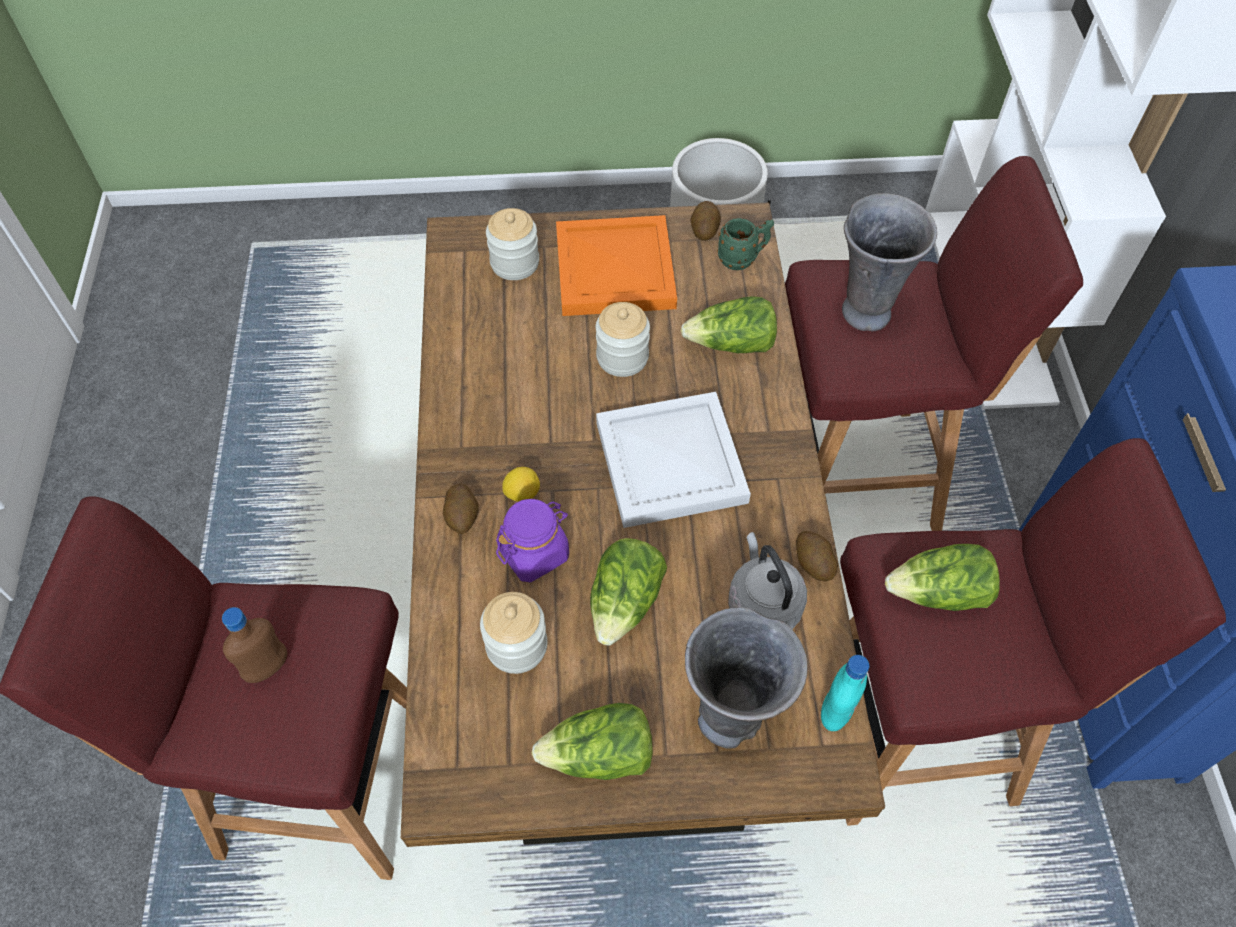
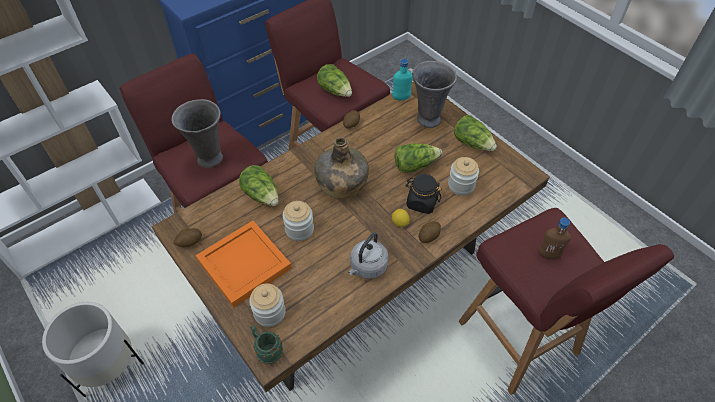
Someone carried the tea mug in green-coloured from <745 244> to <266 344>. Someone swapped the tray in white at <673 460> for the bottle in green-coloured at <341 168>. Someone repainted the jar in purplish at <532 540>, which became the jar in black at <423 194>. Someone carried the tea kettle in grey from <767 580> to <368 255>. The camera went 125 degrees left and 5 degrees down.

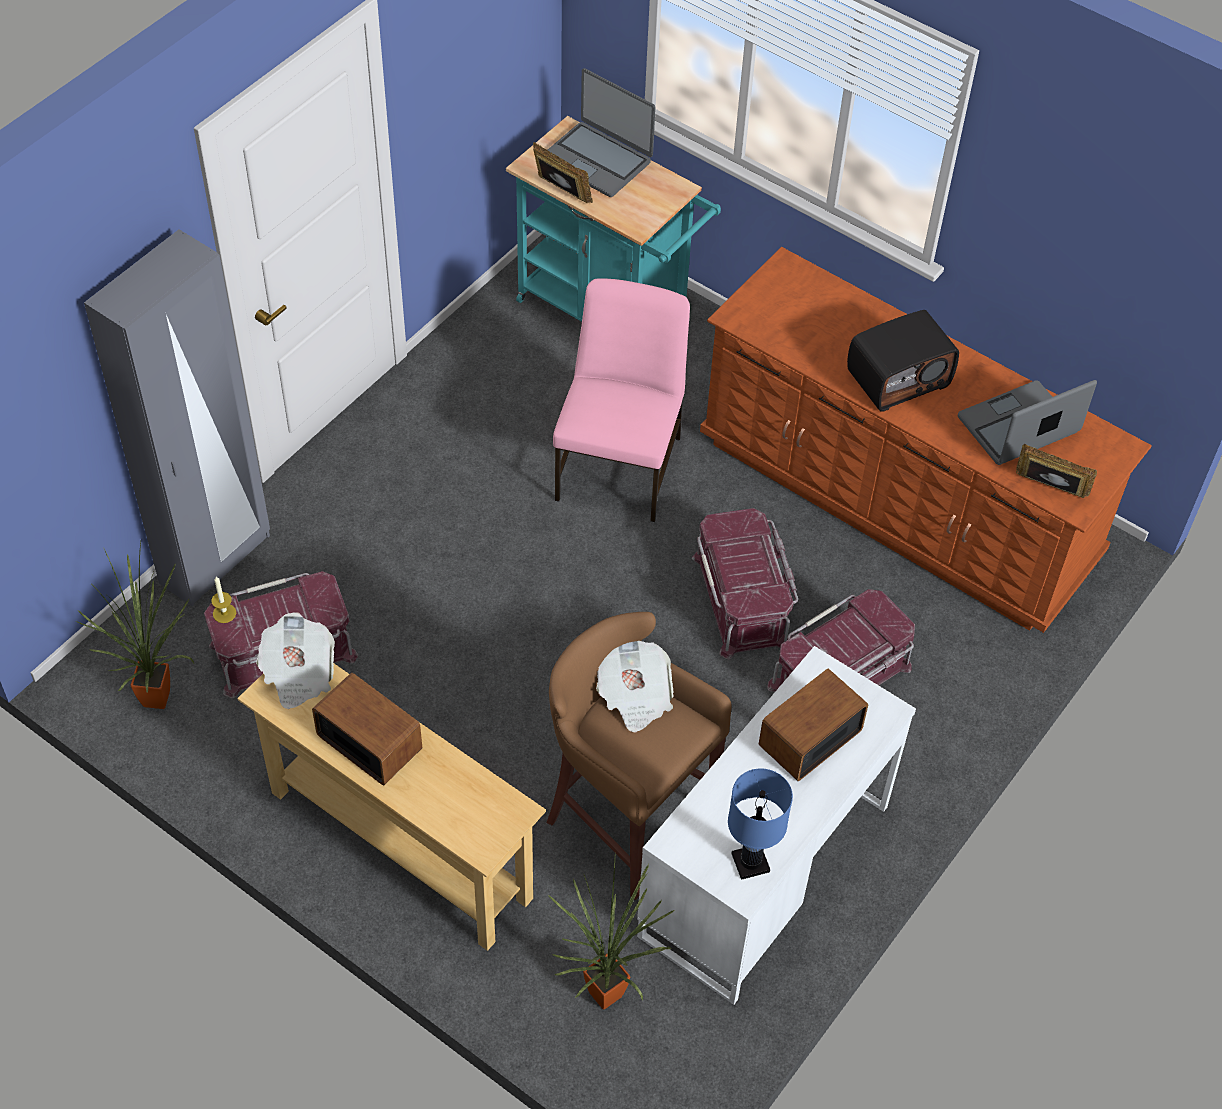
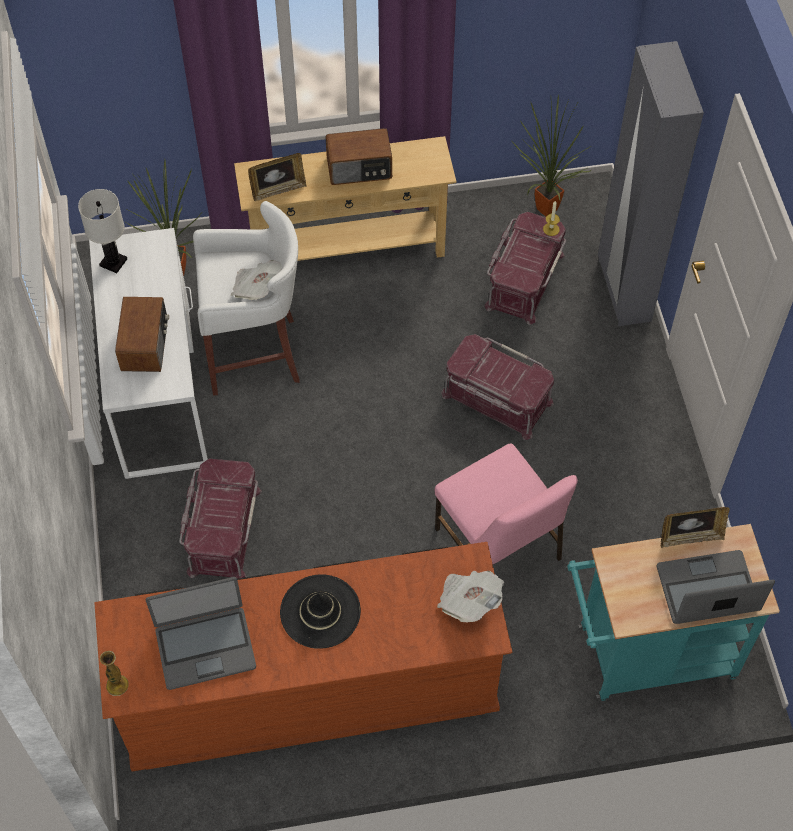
Someone swapped the radio at <903 361> for the wearable hat in black at <320 611>. Someone rotated the portable computer at <1027 422> by 60 degrees clockwise. Someone carried the standing frame from <1056 471> to <277 177>. Someone carried the storage bin in red-coloured from <745 583> to <497 387>. Someone carried the daily paper from <295 660> to <470 596>. Someone repainted the stool in brownish at <639 756>, which became the stool in white at <246 298>. Someone repainted the table lamp in blue-coloured at <760 824>, which became the table lamp in white at <102 231>. Someone put down the flower vase at <114 673>. The camera went 135 degrees right and 5 degrees up.

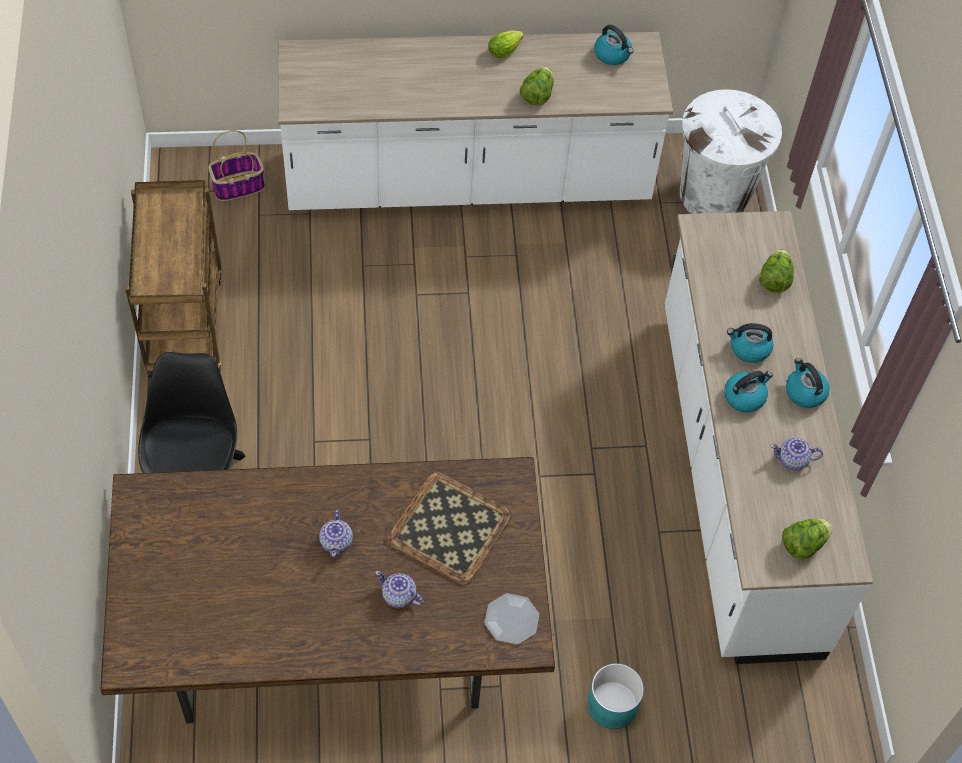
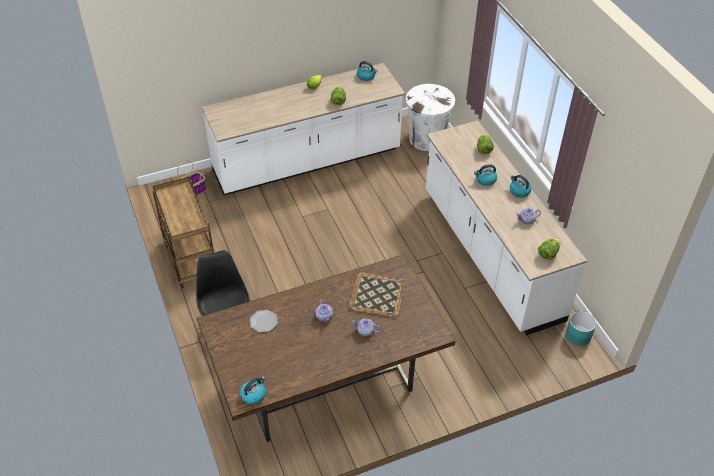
Someone carried the tea kettle from <748 391> to <253 390>. Someone carried the flat dish from <511 618> to <264 321>. Someone carried the plant pot in blue-green from <616 696> to <581 328>. The camera went 15 degrees left and 10 degrees down.

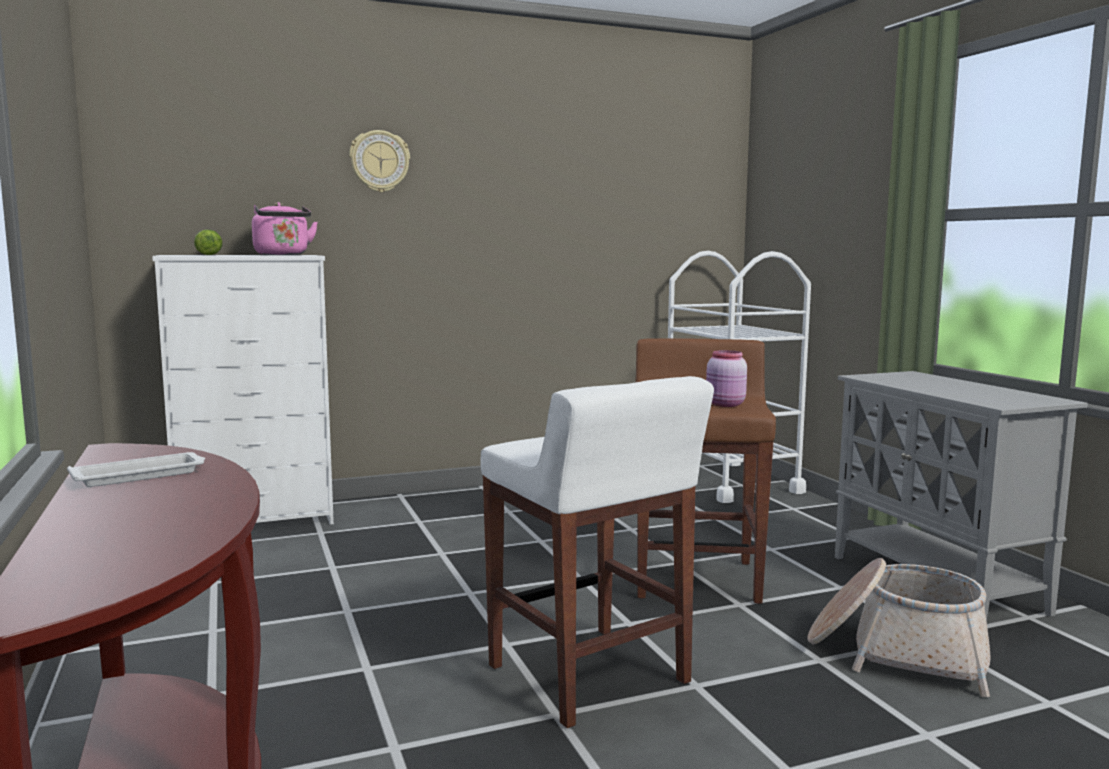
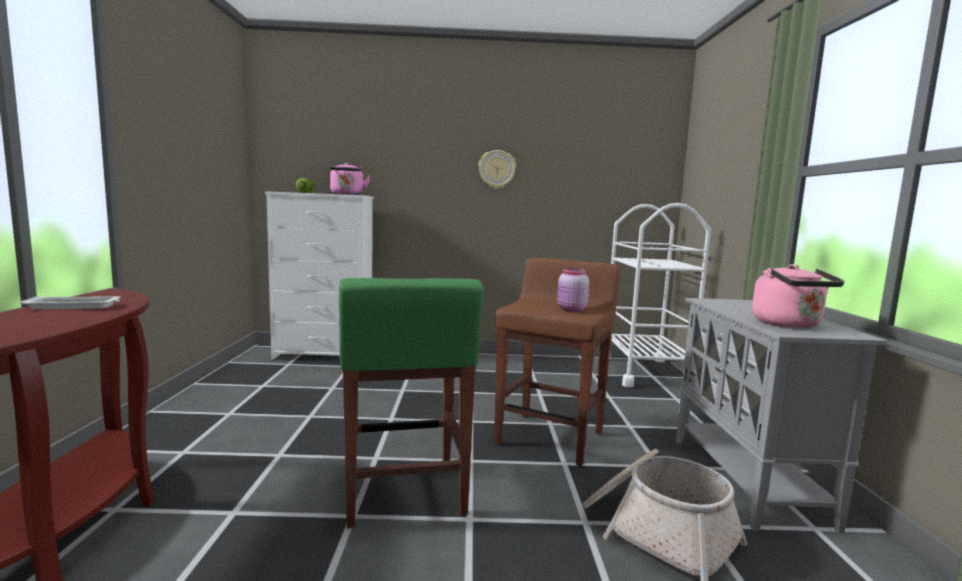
Someone carried the hanging clock from <379 161> to <497 169>. Someone repainted the stool in white at <597 552>, which became the stool in green-coloured at <411 403>. Someone put down the tea kettle in pinkish at <798 296>. The camera went 20 degrees right and 0 degrees up.

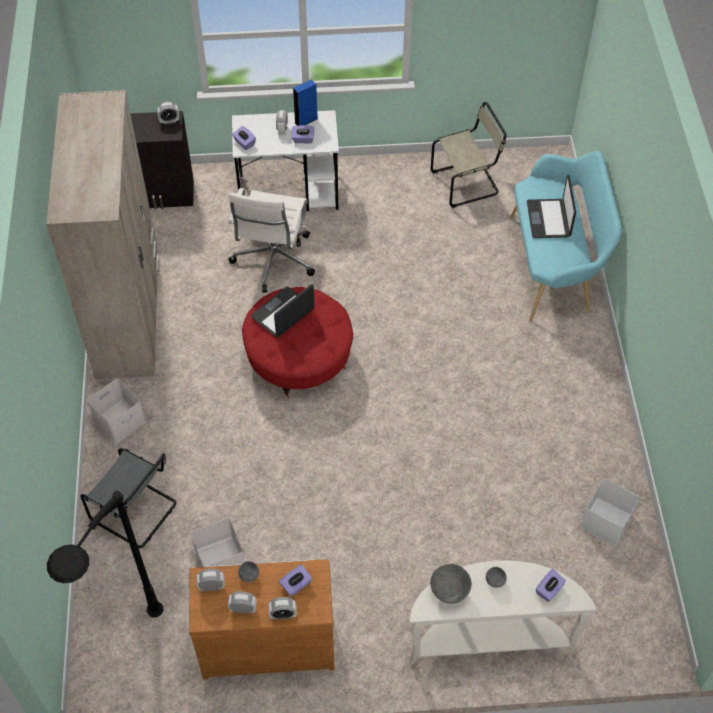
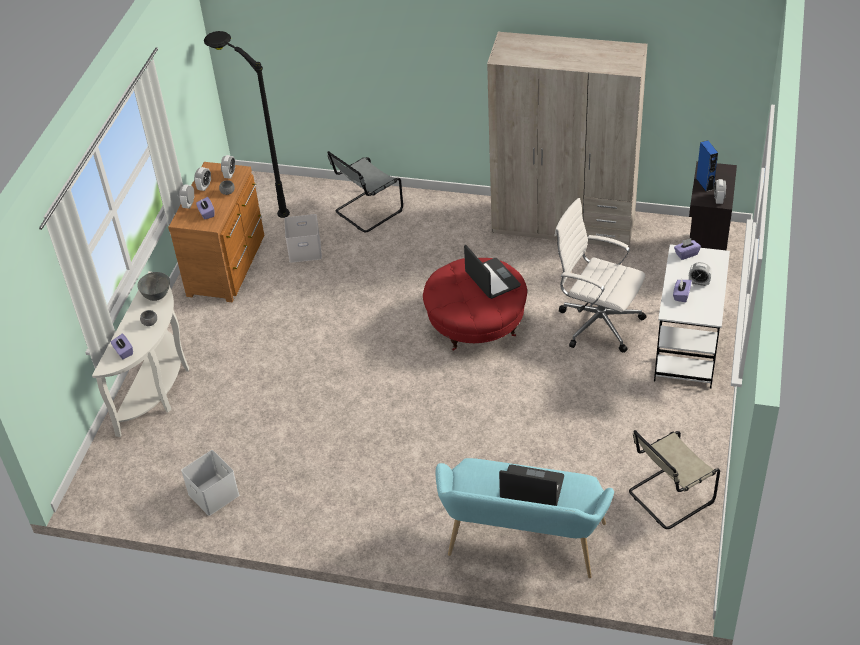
Someone carried the speaker in blue-coloured from <305 102> to <707 166>. Someone rotated the upright chair in beige-coloured at <468 155> by 60 degrees clockwise. Someone took away the storage bin in white at <116 411>. The camera went 110 degrees right and 10 degrees down.

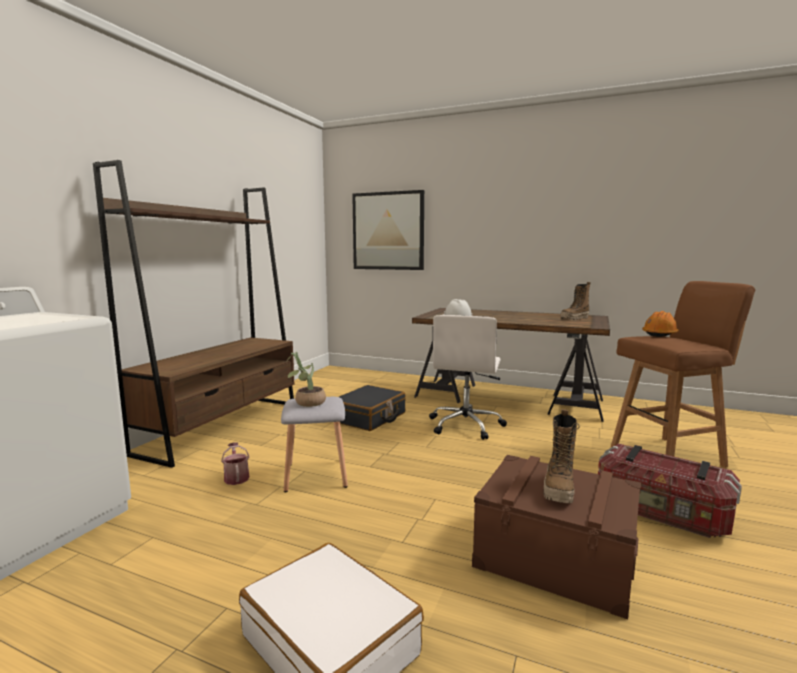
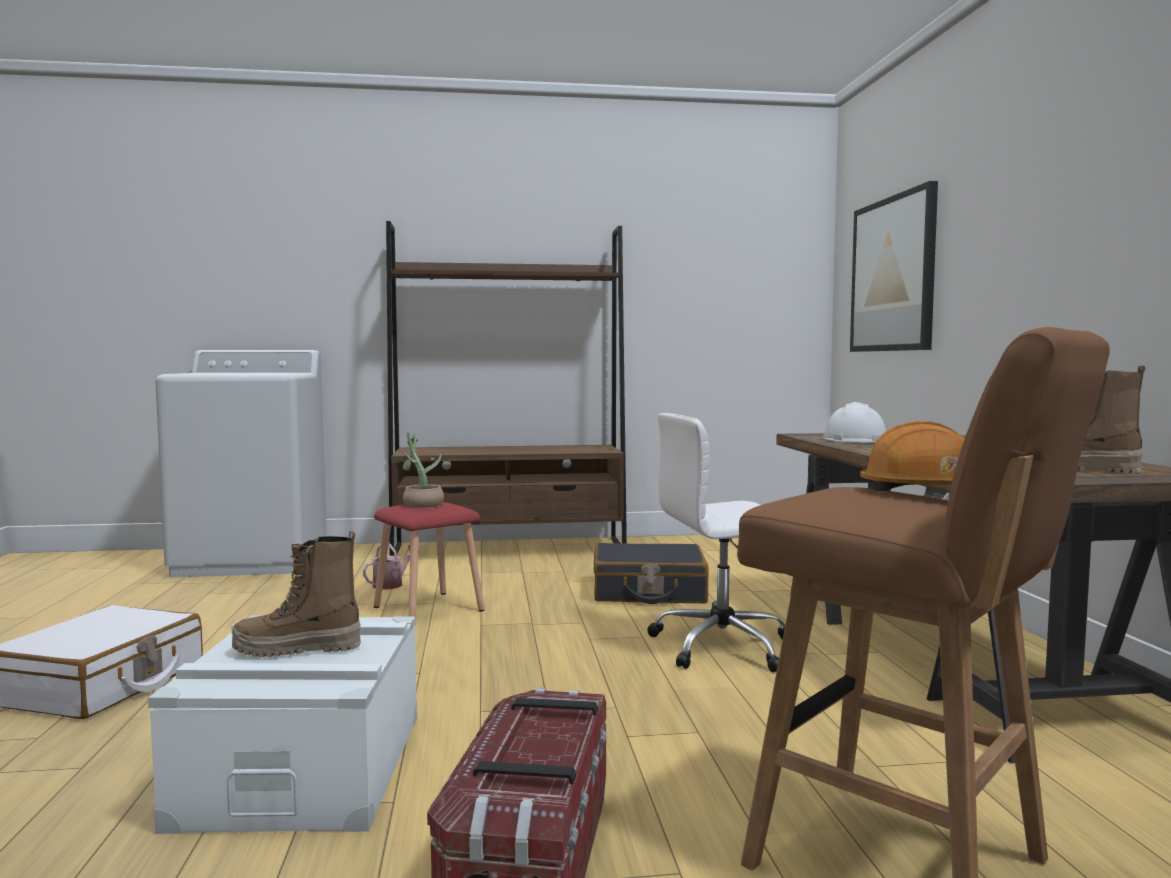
Someone repainted the stool in grey at <314 444>, which became the stool in red-coloured at <429 562>. Someone repainted the storage bin in brownish at <556 537>, which became the storage bin in white at <282 724>. The camera went 60 degrees right and 5 degrees down.

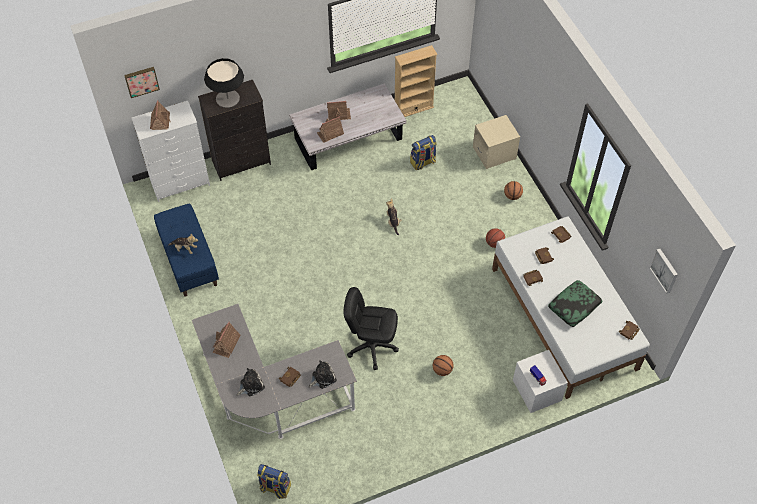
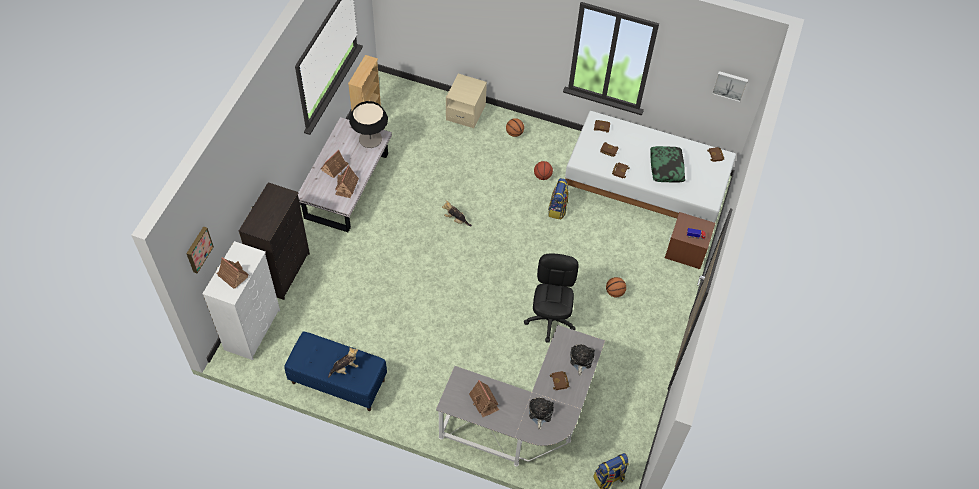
Someone carried the table lamp from <224 83> to <368 124>. Someone carried the rucksack from <423 152> to <558 199>. Someone rotated the desk chair in black at <371 328> by 135 degrees clockwise. Someone repainted the night table in white at <540 381>, which became the night table in brownish at <690 240>. The camera went 50 degrees left and 0 degrees up.

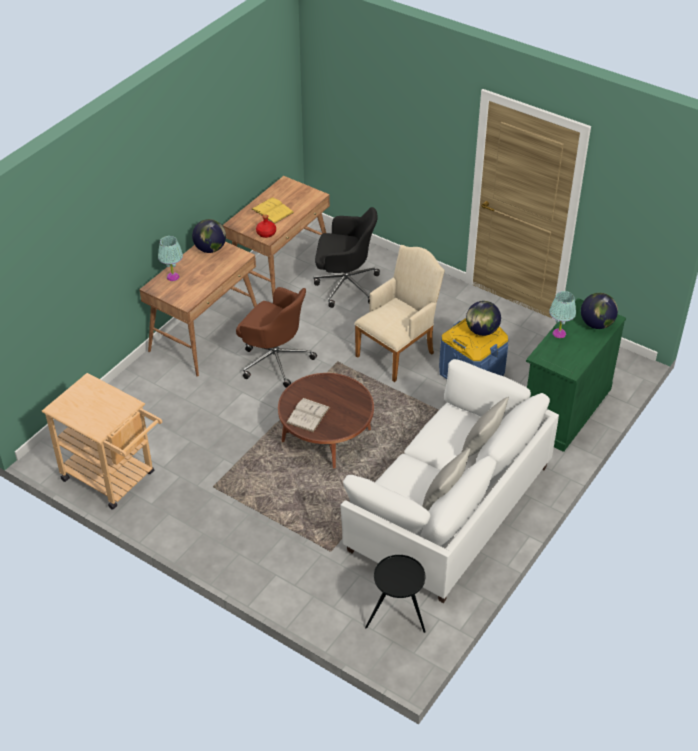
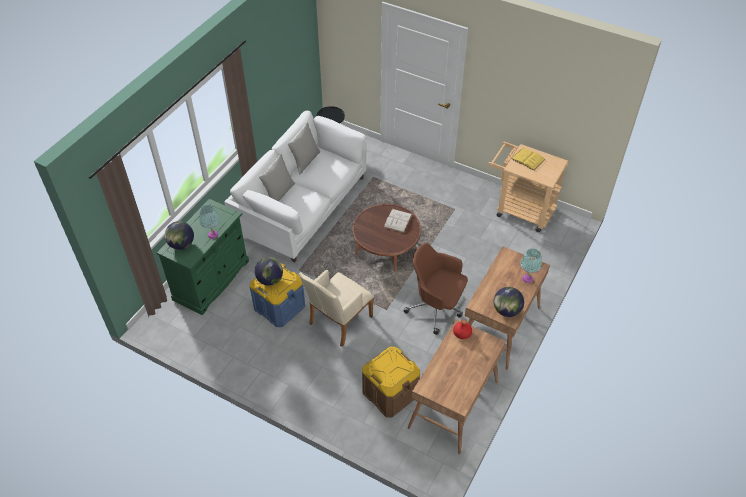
Someone carried the book in yellow from <273 210> to <528 159>. Someone swapped the desk chair in black at <347 257> for the storage bin in brownish at <391 382>. The camera went 175 degrees right and 5 degrees up.

